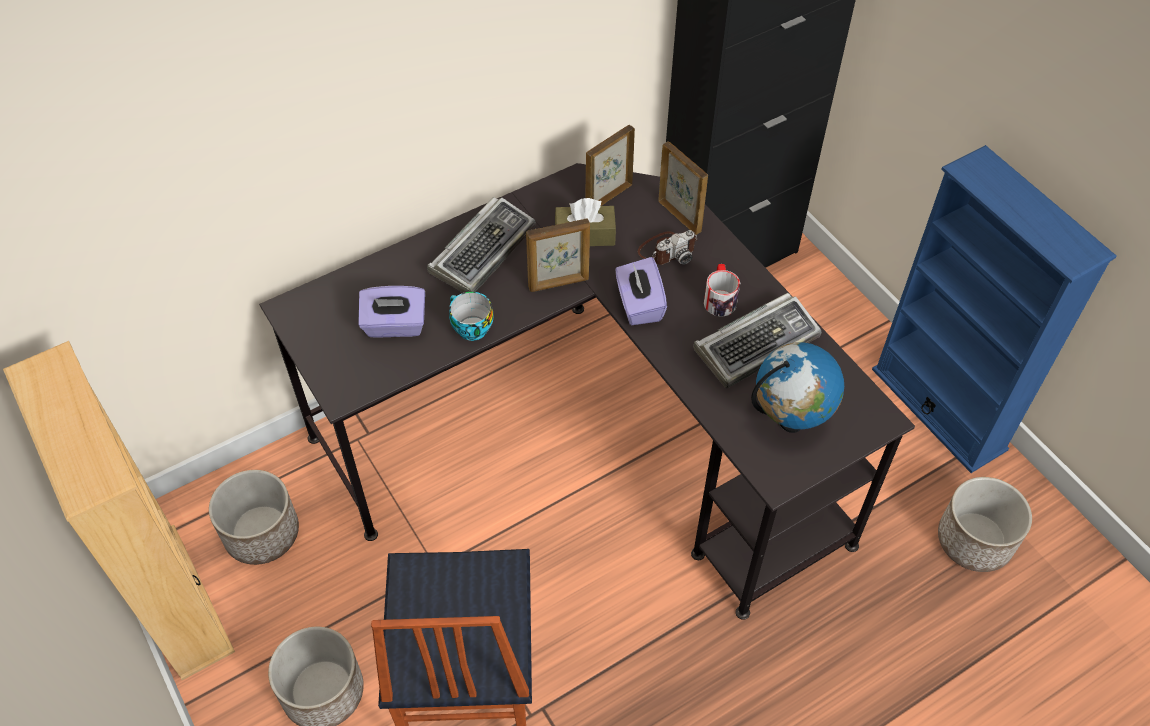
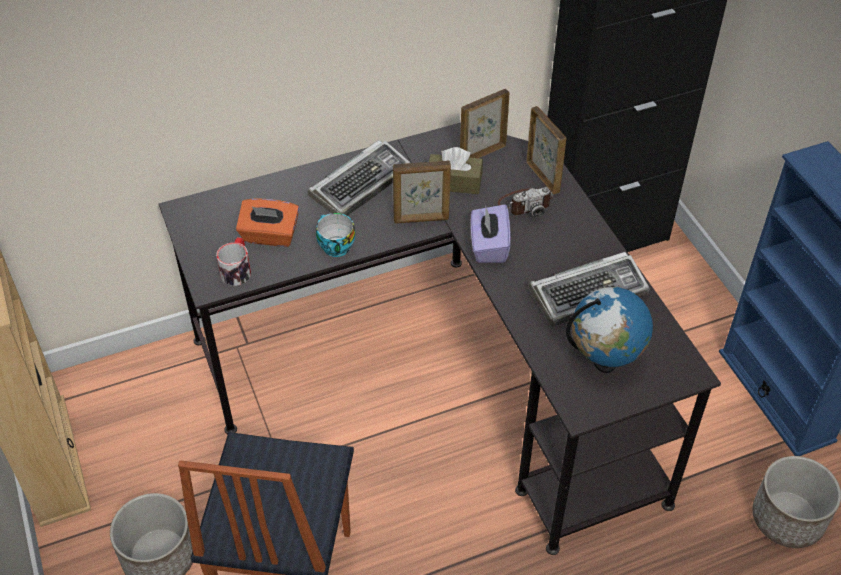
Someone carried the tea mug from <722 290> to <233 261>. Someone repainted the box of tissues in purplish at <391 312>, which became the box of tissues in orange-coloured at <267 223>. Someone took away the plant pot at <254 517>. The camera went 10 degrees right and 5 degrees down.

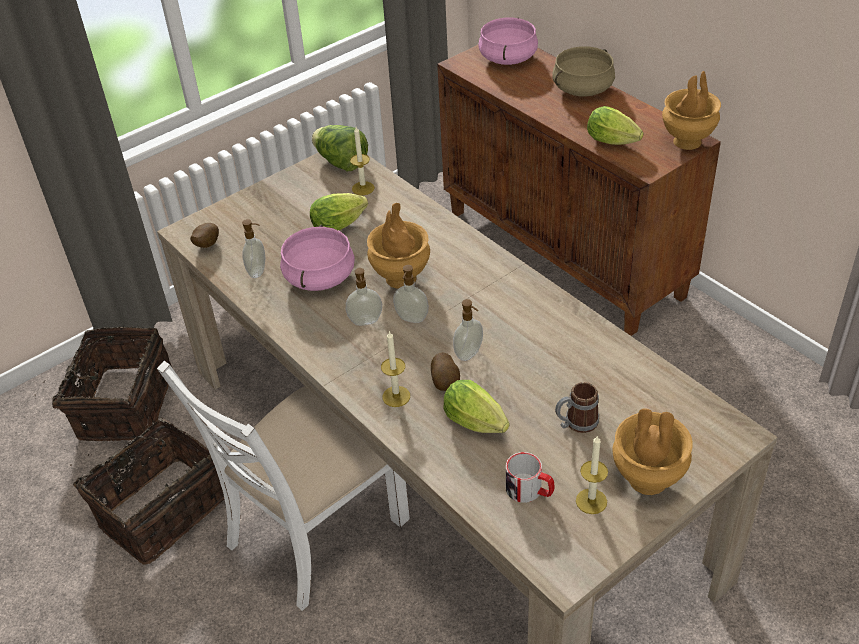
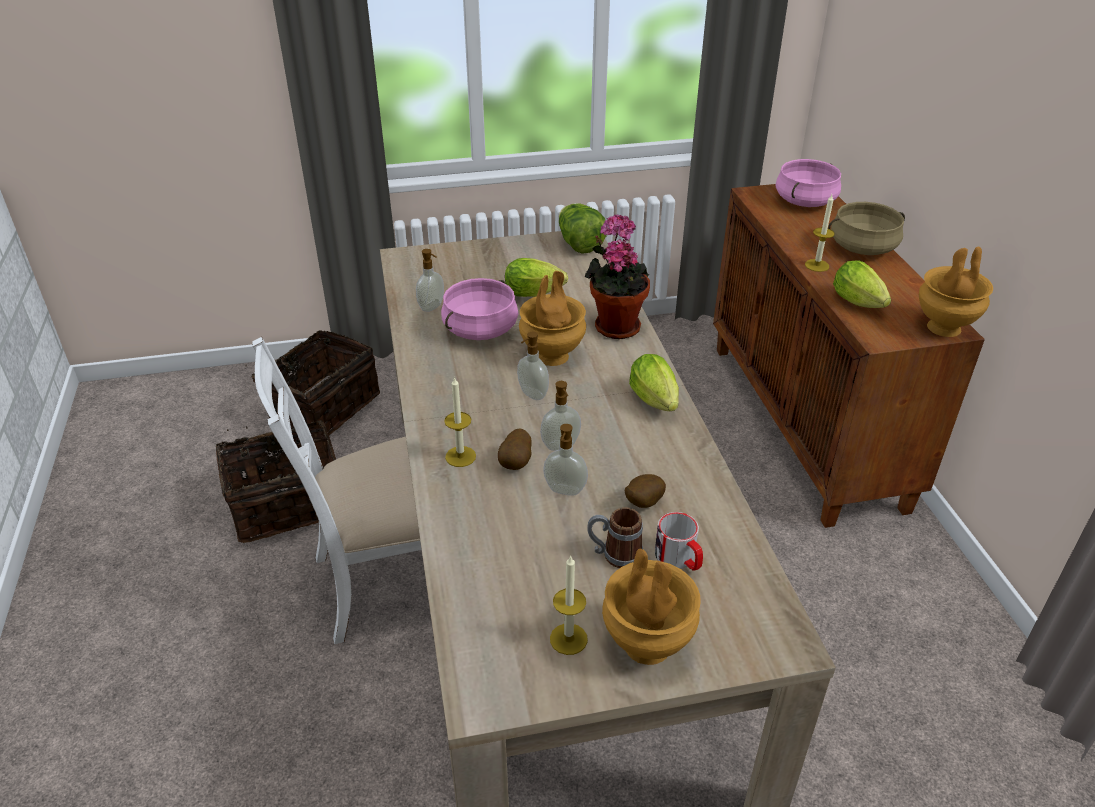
Someone carried the wax light from <362 161> to <820 233>. Someone carried the spud from <204 235> to <645 491>. Someone carried the soap bottle from <364 297> to <565 460>. Someone carried the lettuce head from <476 406> to <654 382>. Someone carried the tea mug from <530 477> to <679 541>. Someone put down the plant in a pot at <617 277>. The camera went 25 degrees right and 5 degrees down.

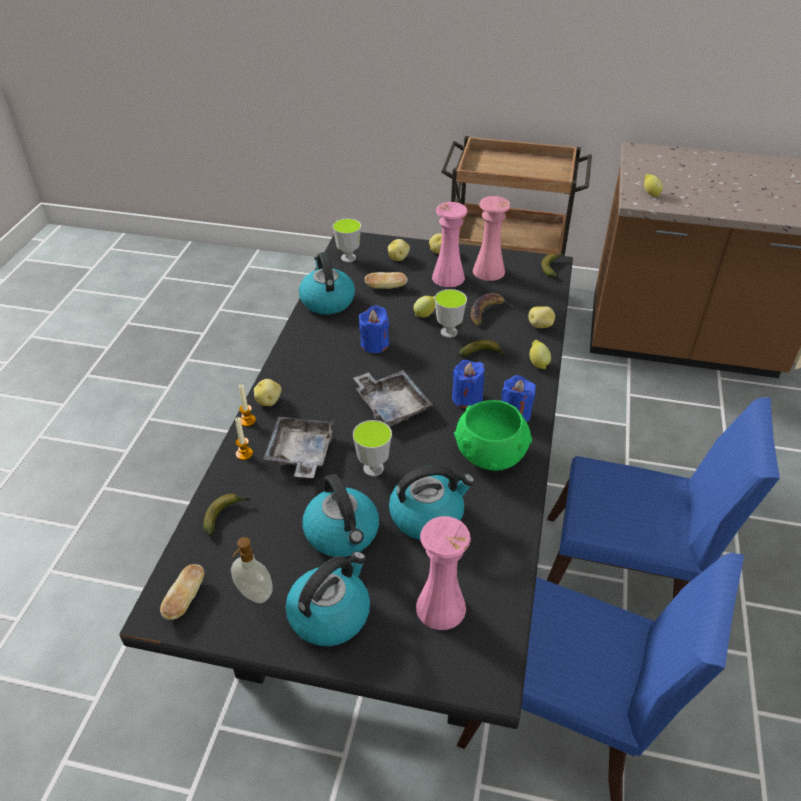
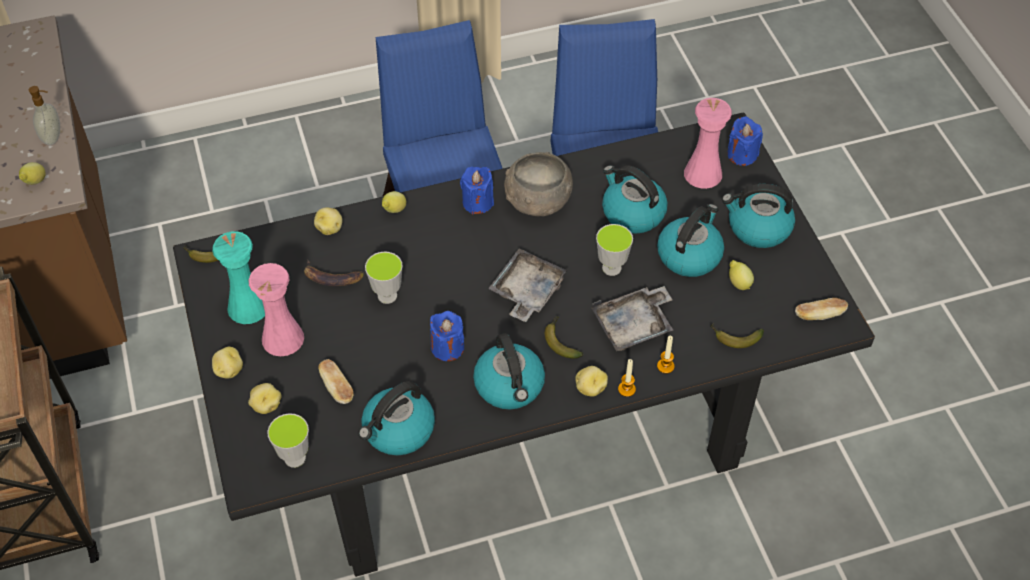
Someone repainted the flower vase in pinkish at <492 238>, which became the flower vase in blue-green at <238 277>. Someone carried the whole lemon from <424 307> to <741 275>. Someone carried the banana from <482 348> to <564 337>. Someone carried the wax light in blue-coloured from <468 384> to <745 141>. Someone repainted the deep dish in green-coloured at <493 435>, which became the deep dish in grey at <538 184>. Someone carried the soap bottle from <252 570> to <44 115>. Someone put down the tea kettle at <509 371>. The camera went 120 degrees left and 10 degrees up.

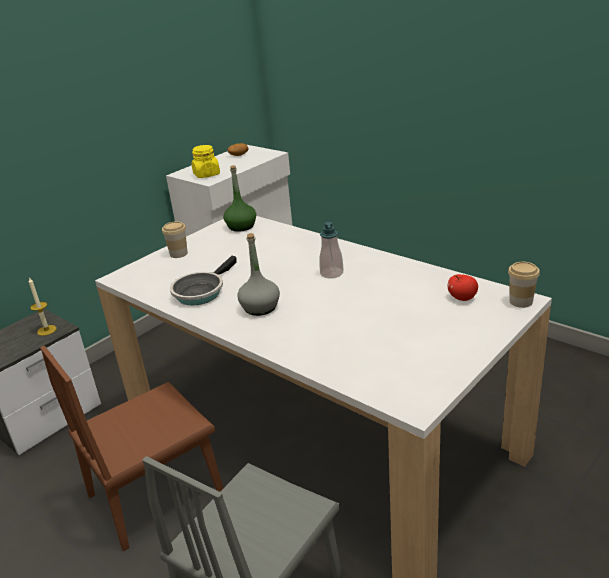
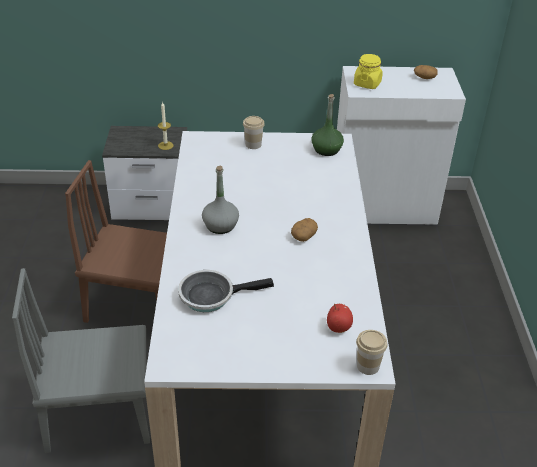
Someone swapped the soap bottle at <331 250> for the spud at <304 230>. Someone carried the skillet from <203 280> to <226 291>. The camera went 45 degrees right and 10 degrees up.

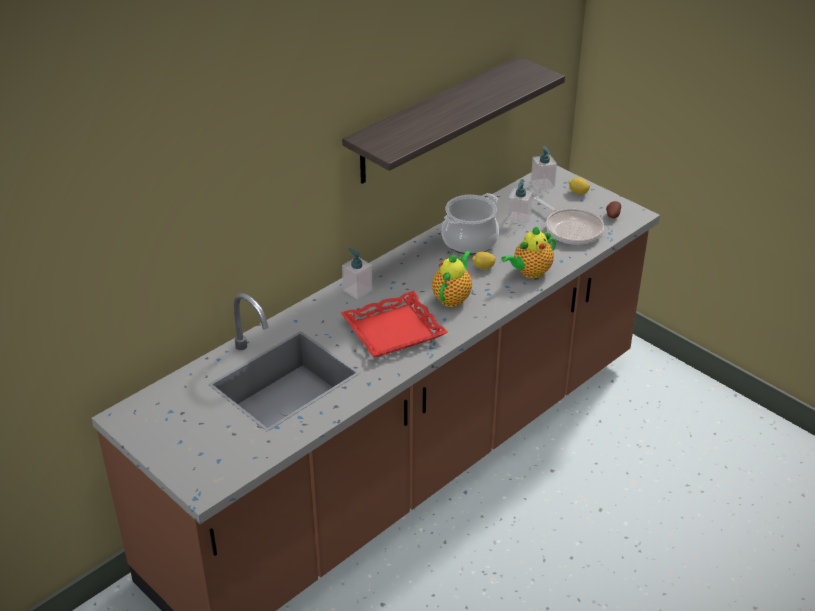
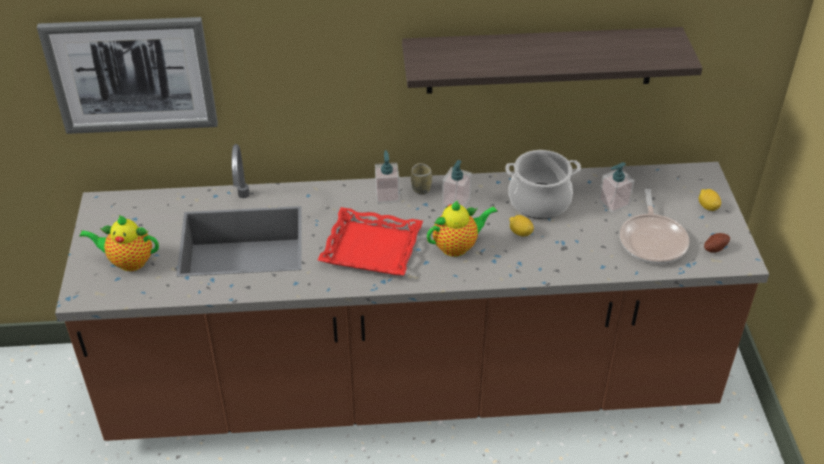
Someone carried the soap bottle from <544 168> to <457 183>. Someone carried the tea pot from <528 252> to <119 243>. Someone put up the picture at <127 75>. Someone put down the drinking cup at <421 179>. The camera went 40 degrees right and 5 degrees up.

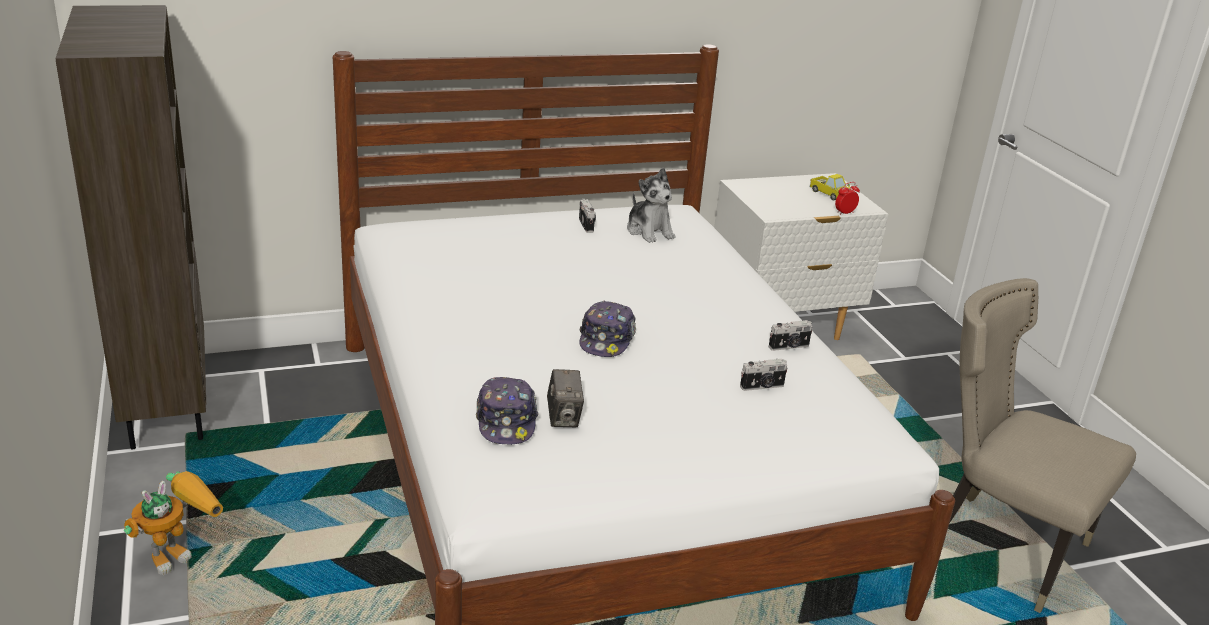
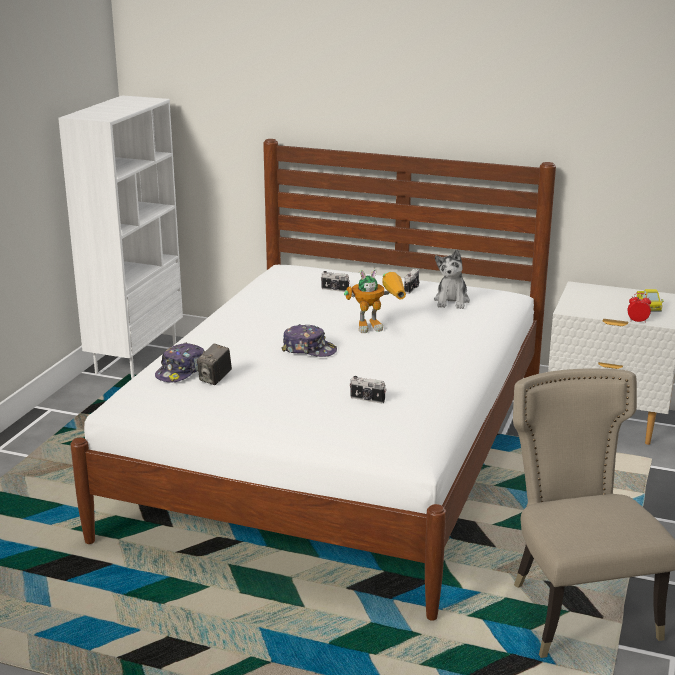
Someone repainted the bookcase in brownish at <130 227>, which became the bookcase in white at <120 237>. Someone rotated the baseball cap at <607 328> by 120 degrees counterclockwise. Someone carried the still camera from <791 335> to <335 281>. Someone carried the robot figure from <173 523> to <375 301>. The camera went 40 degrees right and 5 degrees down.

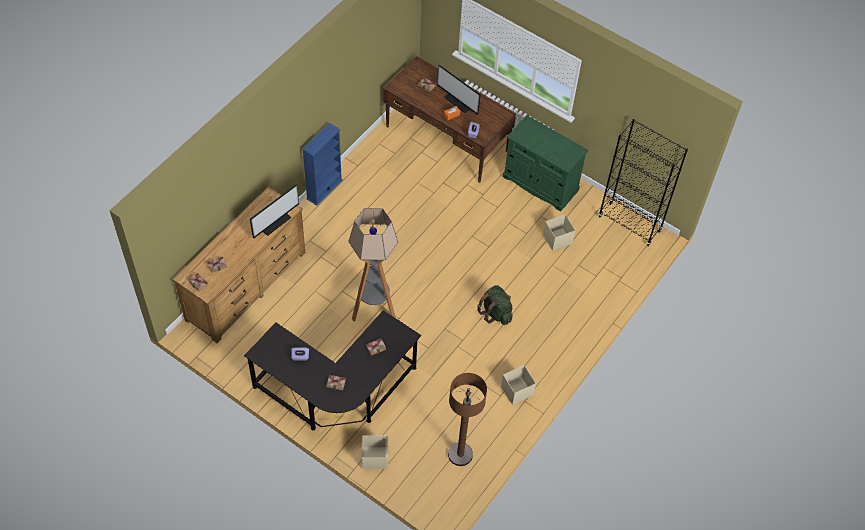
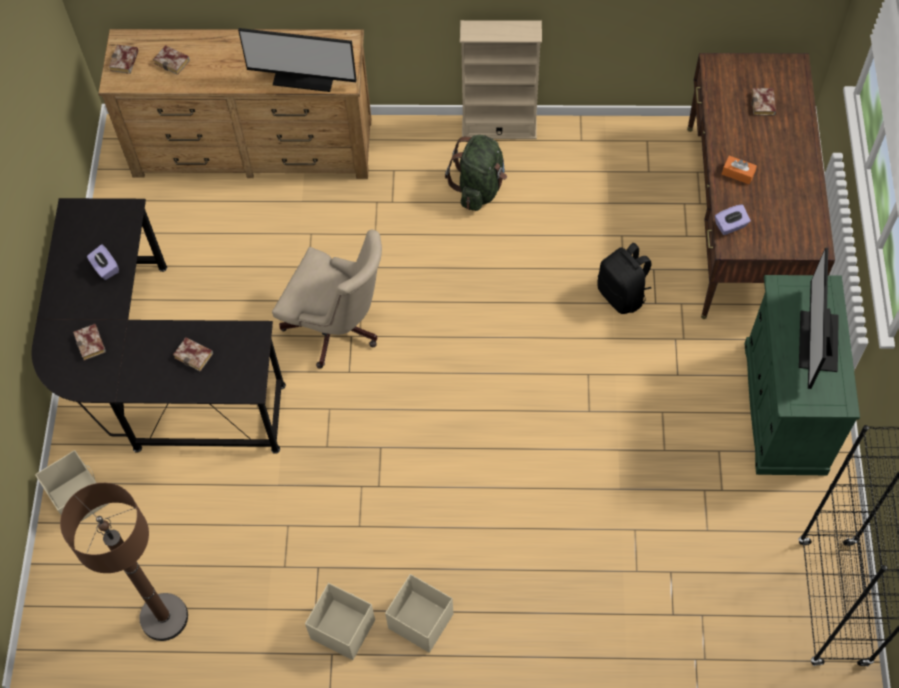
Someone carried the computer display from <459 90> to <819 318>. Someone repainted the bookcase in blue-coloured at <322 164>, which became the bookcase in beige-coloured at <501 79>. Someone swapped the standing lamp at <373 265> for the desk chair in beige-coloured at <327 299>. Someone carried the storage bin in beige-coloured from <559 232> to <419 613>. Someone carried the rucksack in green-coloured from <495 305> to <476 173>. Someone put down the rucksack in black at <624 278>. The camera went 60 degrees right and 5 degrees up.

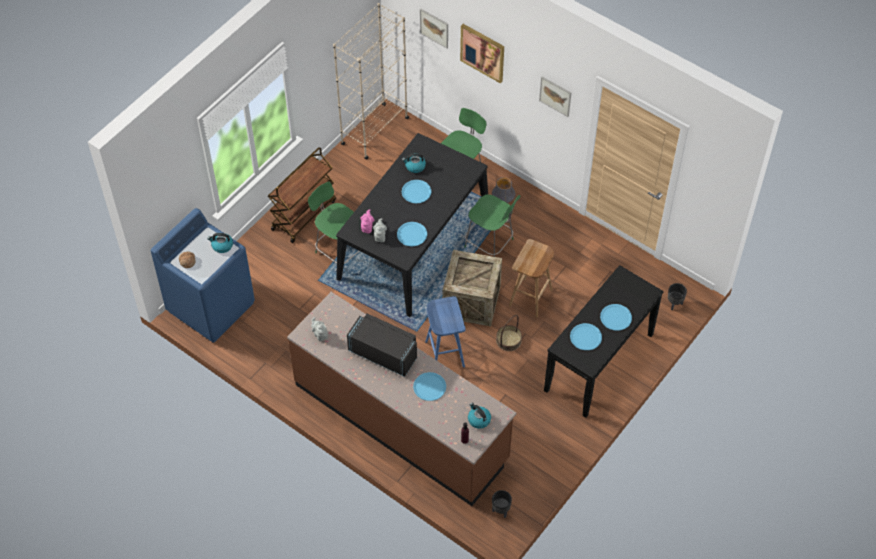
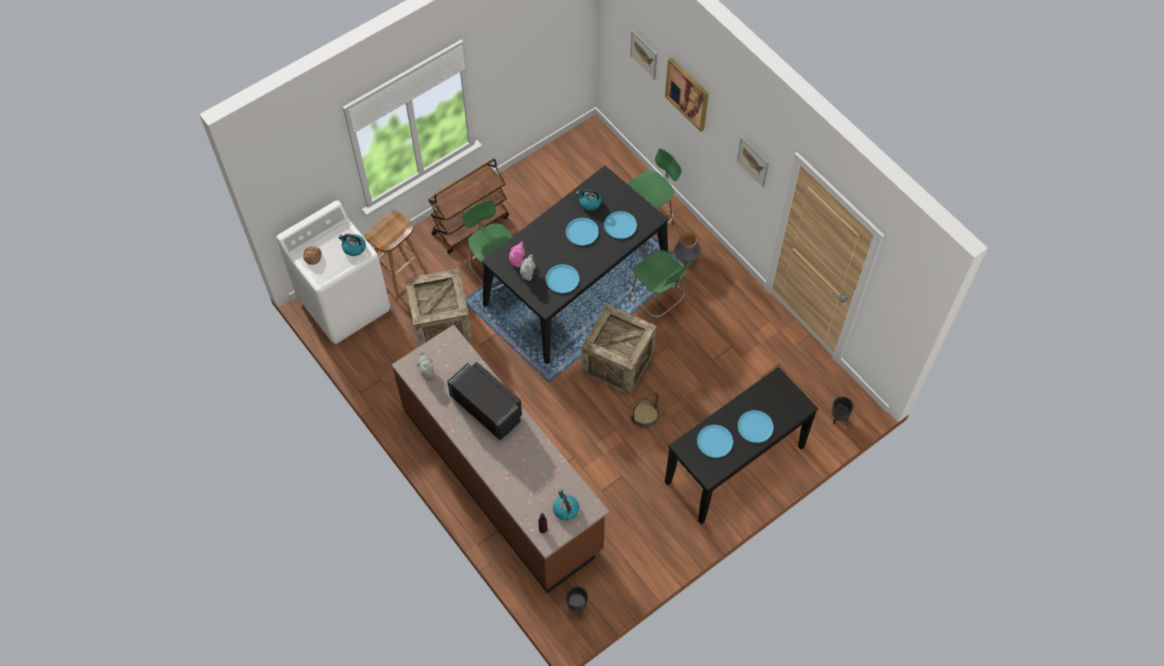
Someone took away the bookcase in beige-coloured at <371 81>. Someone repainted the laundry machine in blue-coloured at <203 275>, which became the laundry machine in white at <333 272>. Someone carried the stool in brownish from <531 278> to <393 251>. Someone took away the stool in blue-coloured at <445 332>. Someone carried the flat dish in blue-coloured from <429 386> to <620 225>. Someone put down the crate at <438 307>. The camera went 15 degrees right and 5 degrees up.

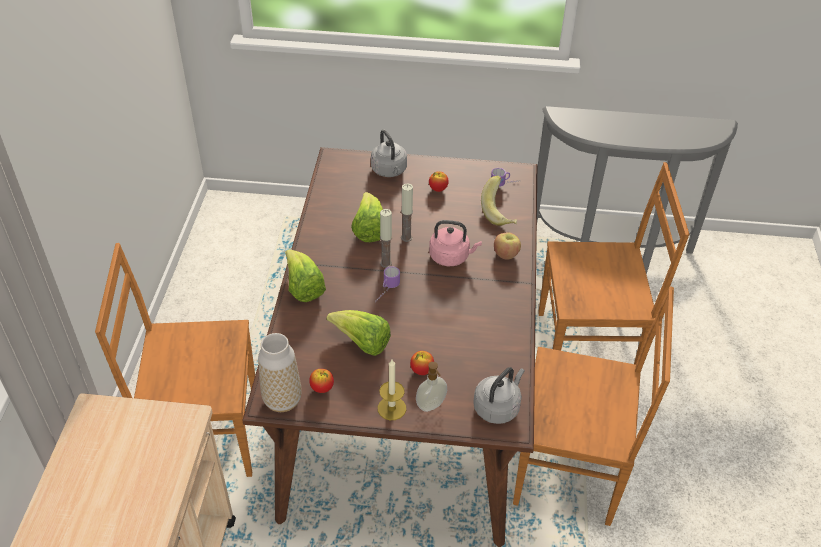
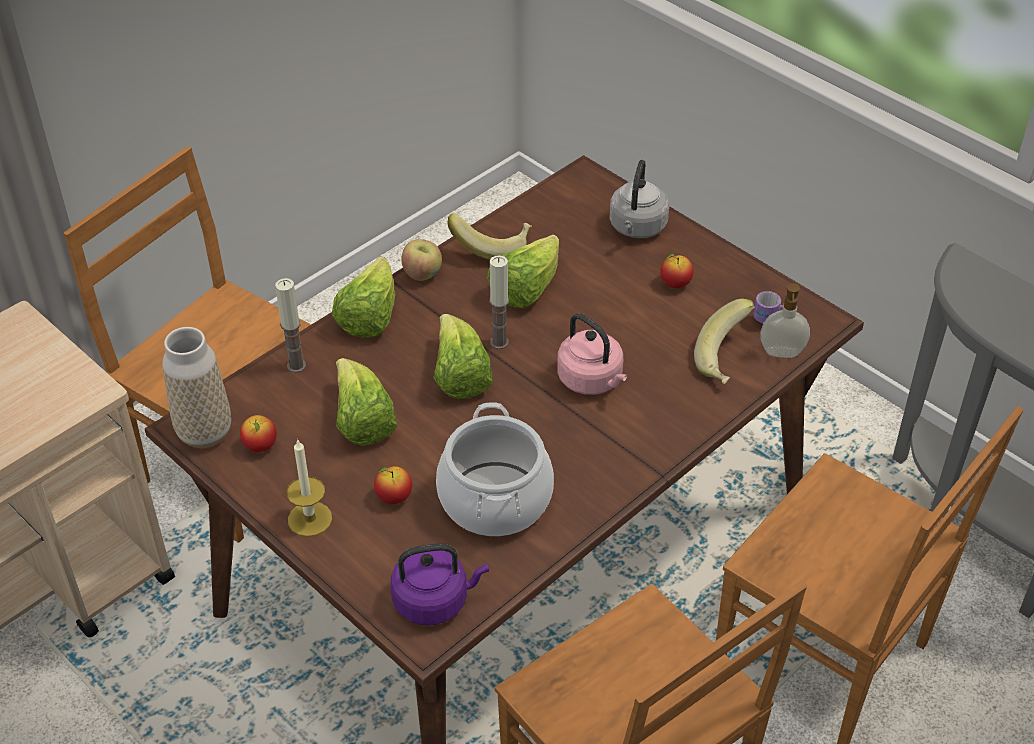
Someone carried the wax light from <407 212> to <290 325>. Someone carried the whole apple from <507 246> to <421 260>. Someone swapped the tea mug at <387 284> for the lettuce head at <462 356>. Someone carried the soap bottle from <431 387> to <785 320>. Someone repainted the tea kettle in grey at <499 395>, which became the tea kettle in purplish at <440 584>. Someone put down the banana at <490 236>. Someone put down the stockpot at <495 469>. The camera went 40 degrees right and 0 degrees up.

